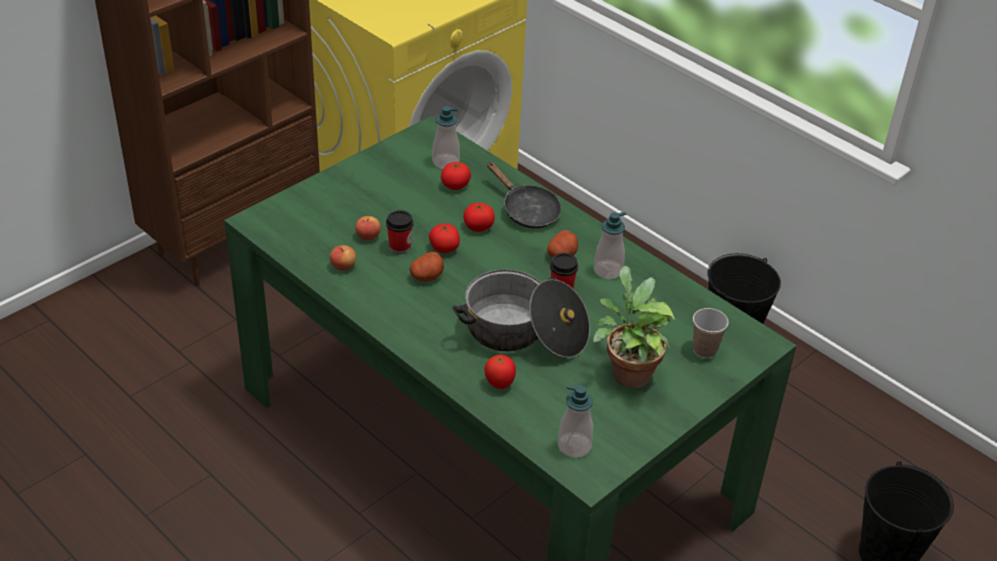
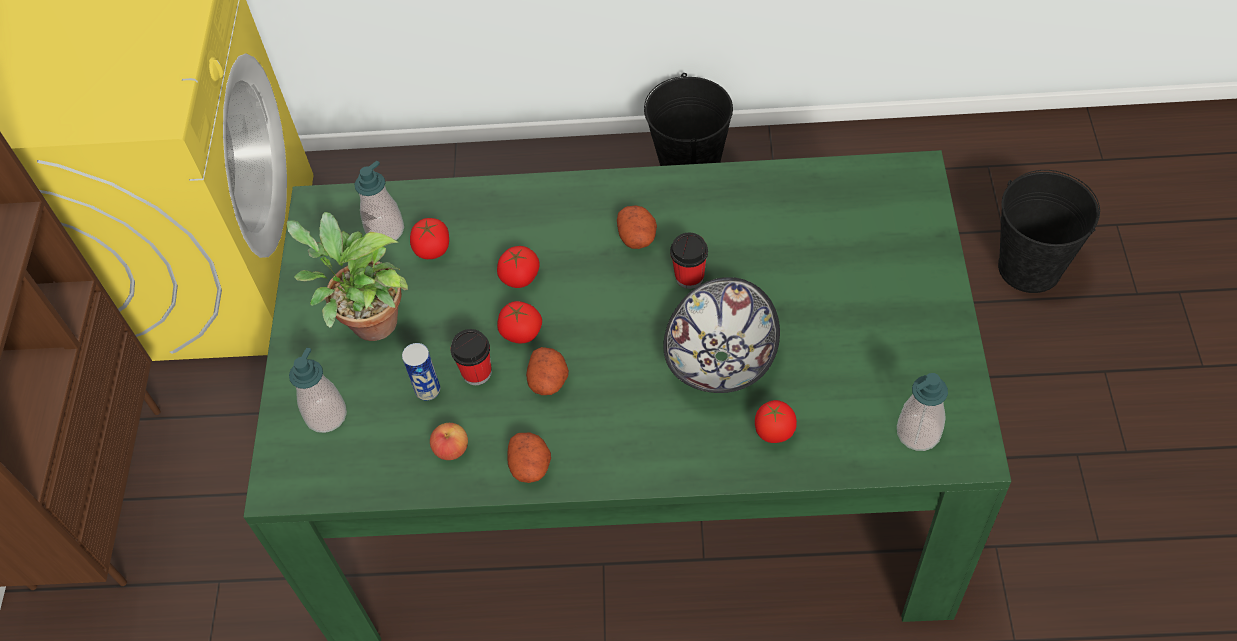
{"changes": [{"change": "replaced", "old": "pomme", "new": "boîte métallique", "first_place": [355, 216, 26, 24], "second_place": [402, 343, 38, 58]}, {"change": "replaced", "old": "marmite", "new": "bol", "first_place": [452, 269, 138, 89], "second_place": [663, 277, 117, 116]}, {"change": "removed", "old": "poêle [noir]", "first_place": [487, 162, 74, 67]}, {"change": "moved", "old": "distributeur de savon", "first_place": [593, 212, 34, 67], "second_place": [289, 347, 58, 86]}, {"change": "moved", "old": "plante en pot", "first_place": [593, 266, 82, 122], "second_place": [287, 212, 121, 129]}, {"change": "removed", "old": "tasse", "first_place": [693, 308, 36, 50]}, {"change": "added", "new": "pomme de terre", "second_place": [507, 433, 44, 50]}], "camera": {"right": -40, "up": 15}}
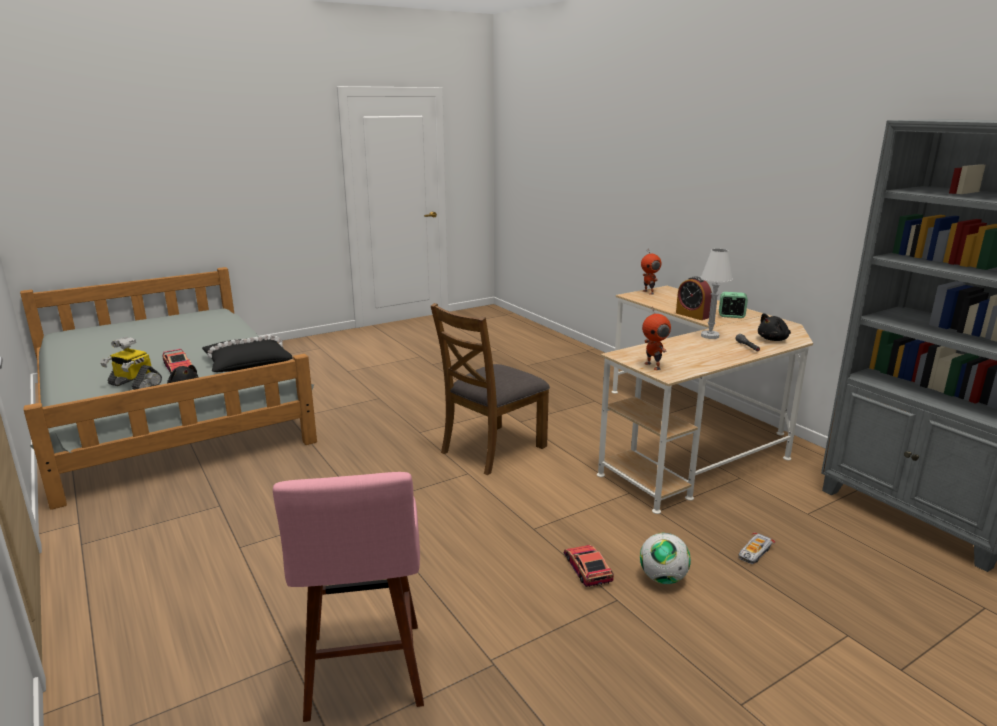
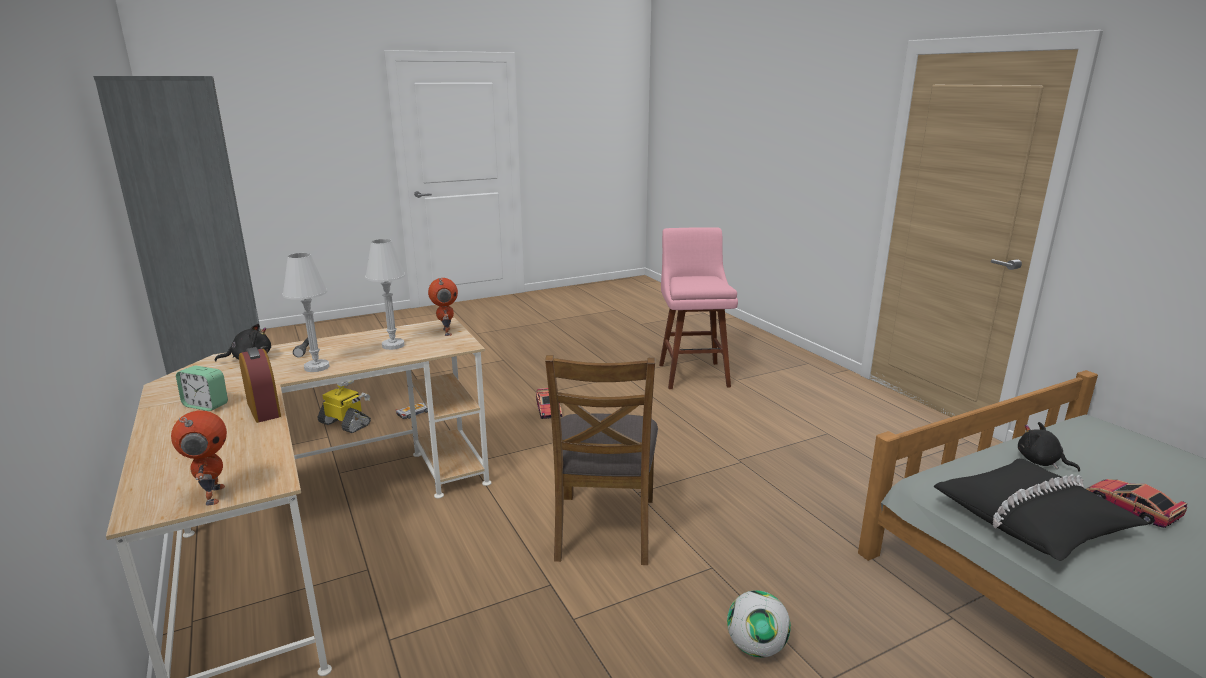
{"changes": [{"change": "moved", "old": "robot jouet", "first_place": [100, 337, 62, 53], "second_place": [318, 380, 53, 53]}, {"change": "turned", "old": "chaise [marron]", "first_place": [431, 303, 119, 172], "second_place": [545, 355, 113, 210], "degrees": 135}, {"change": "moved", "old": "ballon de foot", "first_place": [640, 533, 51, 51], "second_place": [727, 590, 64, 67]}, {"change": "added", "new": "lampe de table [blanc]", "second_place": [365, 239, 40, 111]}], "camera": {"right": -175, "up": 0}}
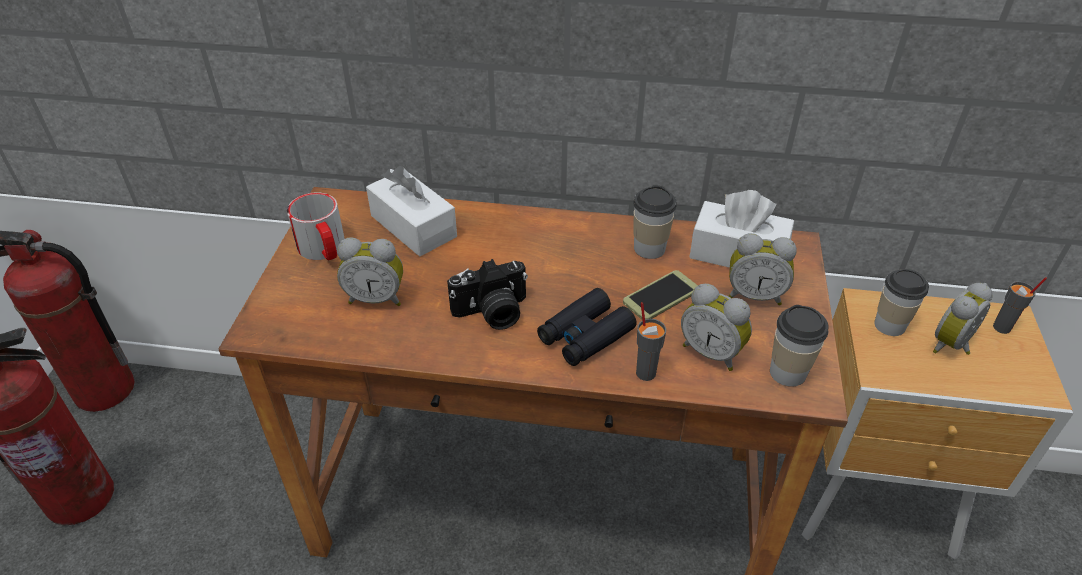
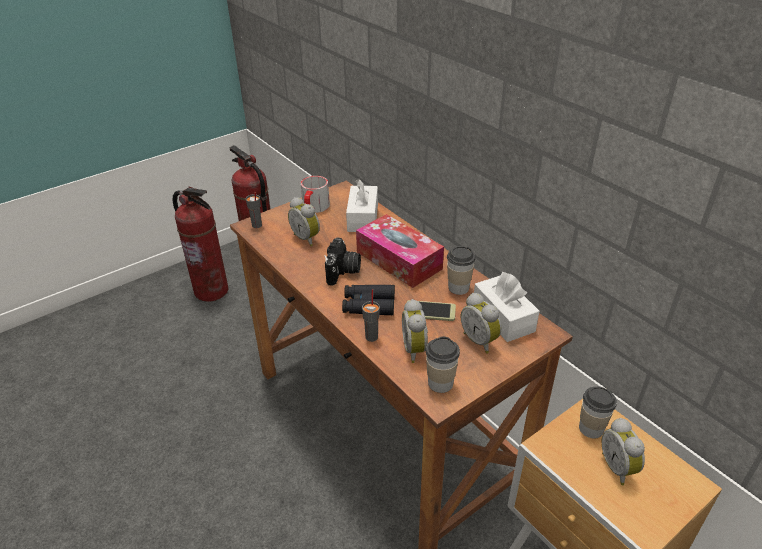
{"changes": [{"change": "turned", "old": "appareil photo", "first_place": [447, 259, 81, 71], "second_place": [324, 237, 37, 49], "degrees": -105}, {"change": "turned", "old": "réveil", "first_place": [933, 283, 60, 72], "second_place": [601, 418, 44, 67], "degrees": -105}, {"change": "moved", "old": "tasse [gris]", "first_place": [993, 277, 54, 57], "second_place": [246, 192, 16, 36]}, {"change": "added", "new": "boîte à mouchoirs", "second_place": [356, 214, 88, 74]}], "camera": {"right": 45, "up": -5}}
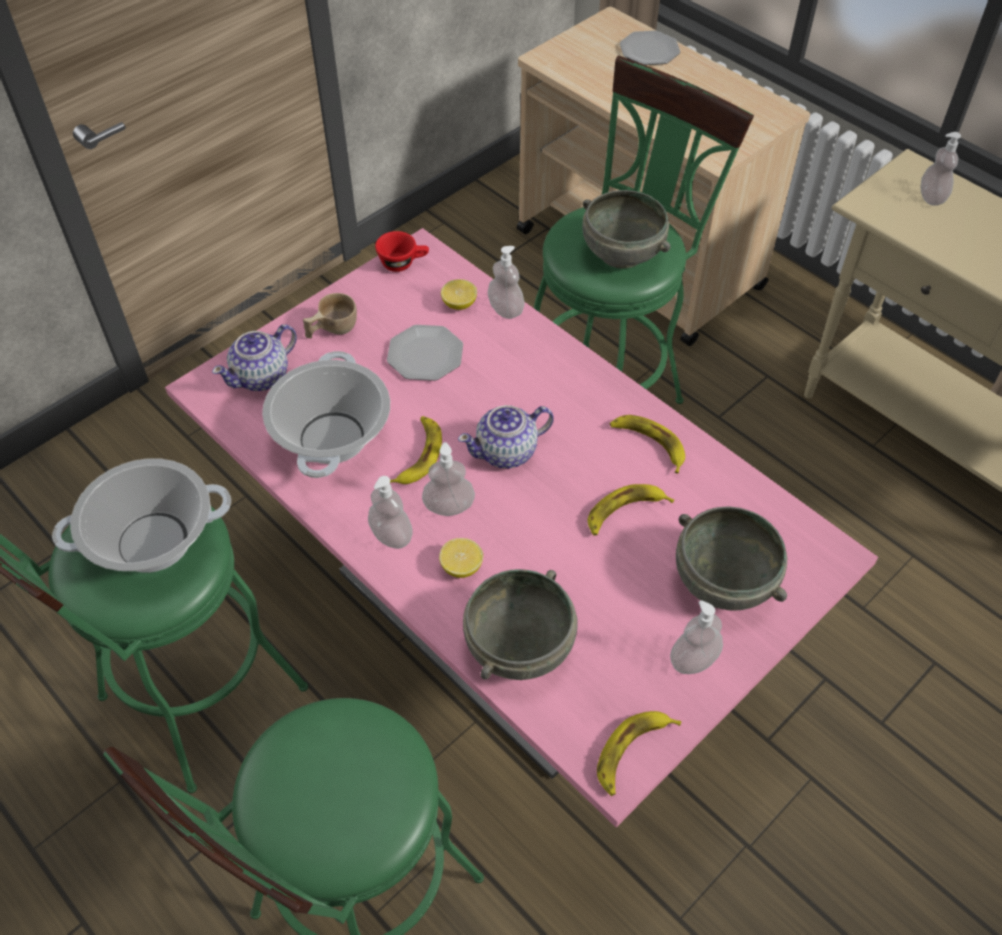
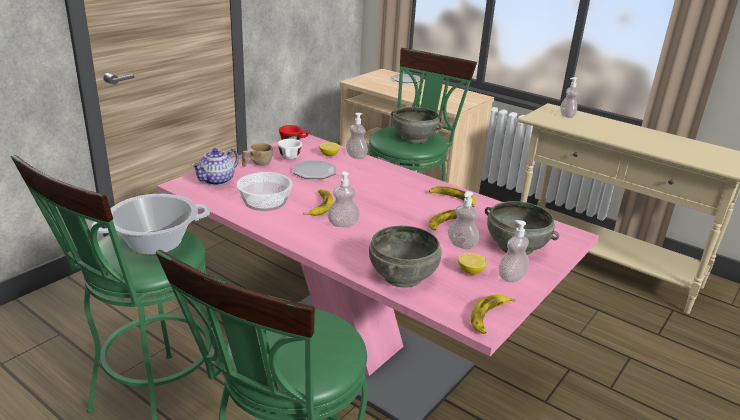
{"changes": [{"change": "replaced", "old": "marmite", "new": "bol", "first_place": [262, 351, 128, 127], "second_place": [237, 172, 56, 39]}, {"change": "moved", "old": "distributeur de savon", "first_place": [368, 476, 45, 73], "second_place": [448, 191, 31, 58]}, {"change": "moved", "old": "citron", "first_place": [439, 538, 44, 40], "second_place": [458, 253, 29, 22]}, {"change": "removed", "old": "théière", "first_place": [458, 405, 96, 63]}, {"change": "added", "new": "tasse [blanc]", "second_place": [278, 139, 24, 21]}], "camera": {"right": -10, "up": -25}}
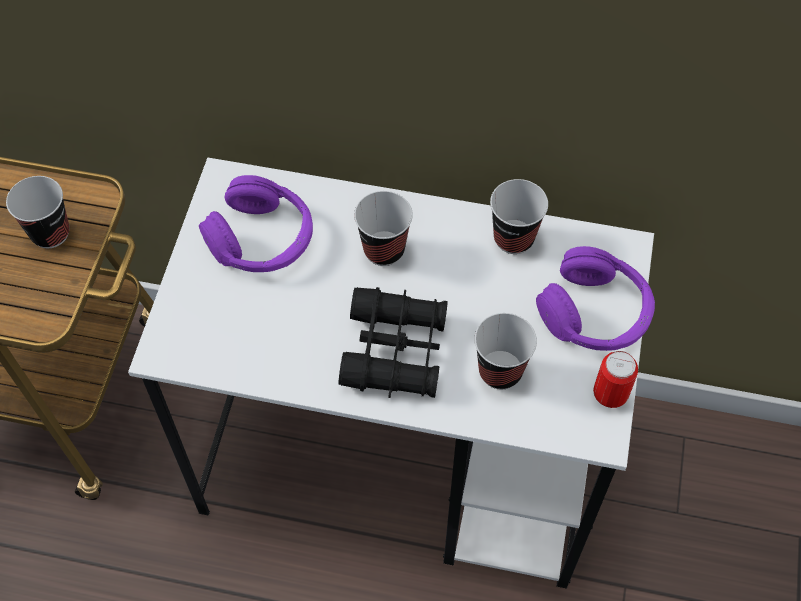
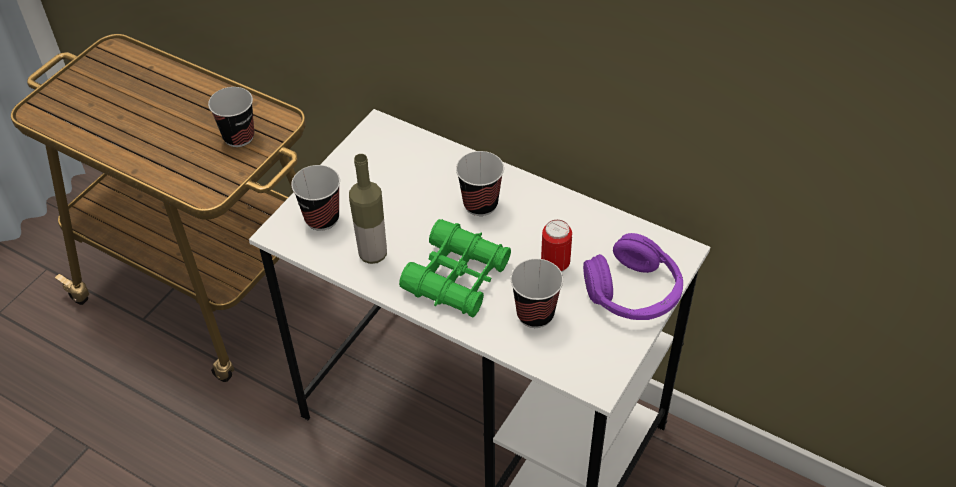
{"changes": [{"change": "removed", "old": "casque audio [violet]", "first_place": [199, 175, 114, 97]}, {"change": "recoloured", "old": "jumelles [noir]", "new": "jumelles [vert]", "first_place": [338, 287, 110, 111], "second_place": [399, 219, 112, 98]}, {"change": "moved", "old": "tasse", "first_place": [490, 179, 58, 75], "second_place": [291, 165, 49, 66]}, {"change": "moved", "old": "boîte métallique", "first_place": [593, 351, 45, 57], "second_place": [541, 220, 31, 52]}, {"change": "added", "new": "bouteille", "second_place": [349, 154, 38, 110]}], "camera": {"right": 20, "up": -10}}
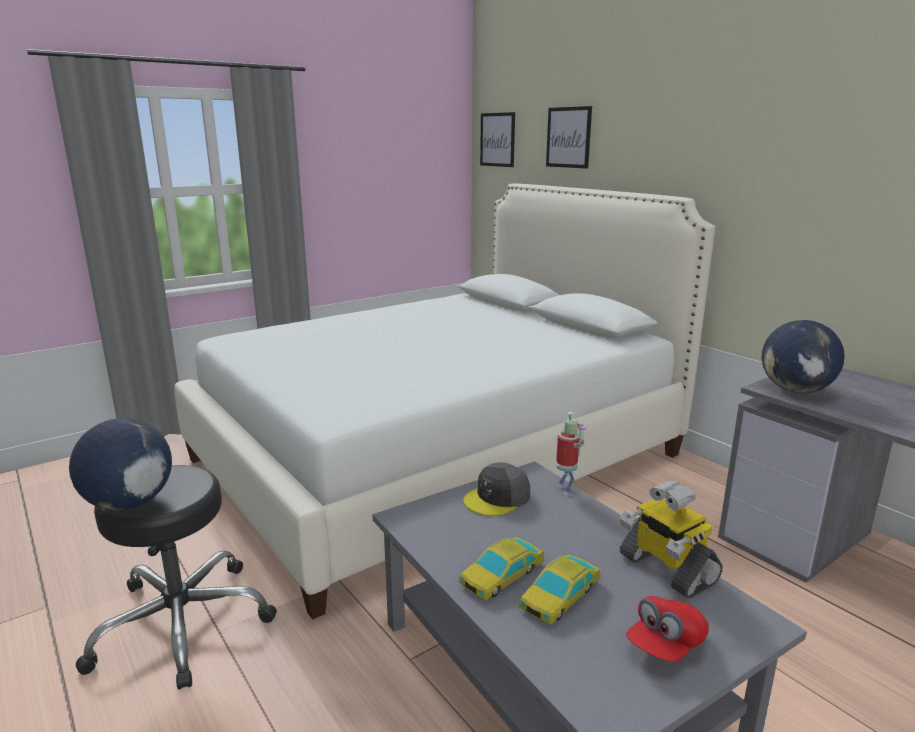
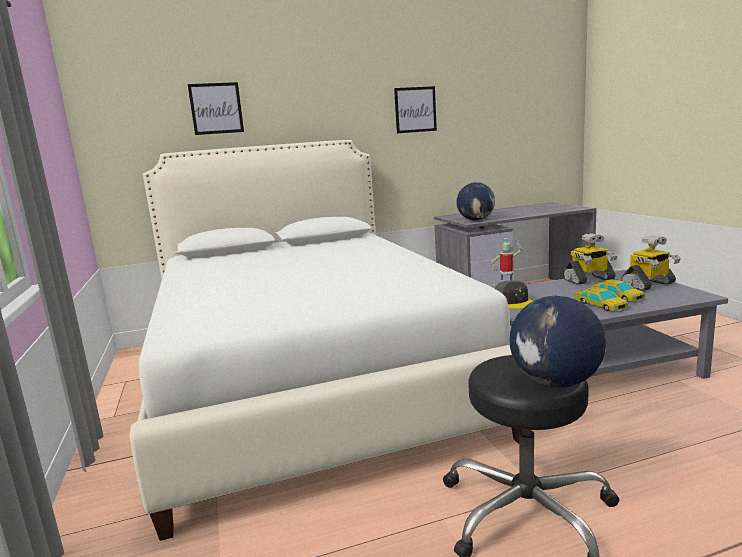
{"changes": [{"change": "moved", "old": "tableau", "first_place": [480, 112, 35, 55], "second_place": [394, 86, 43, 47]}, {"change": "replaced", "old": "casquette [rouge]", "new": "robot jouet", "first_place": [626, 596, 83, 66], "second_place": [621, 235, 60, 56]}], "camera": {"right": -70, "up": -5}}
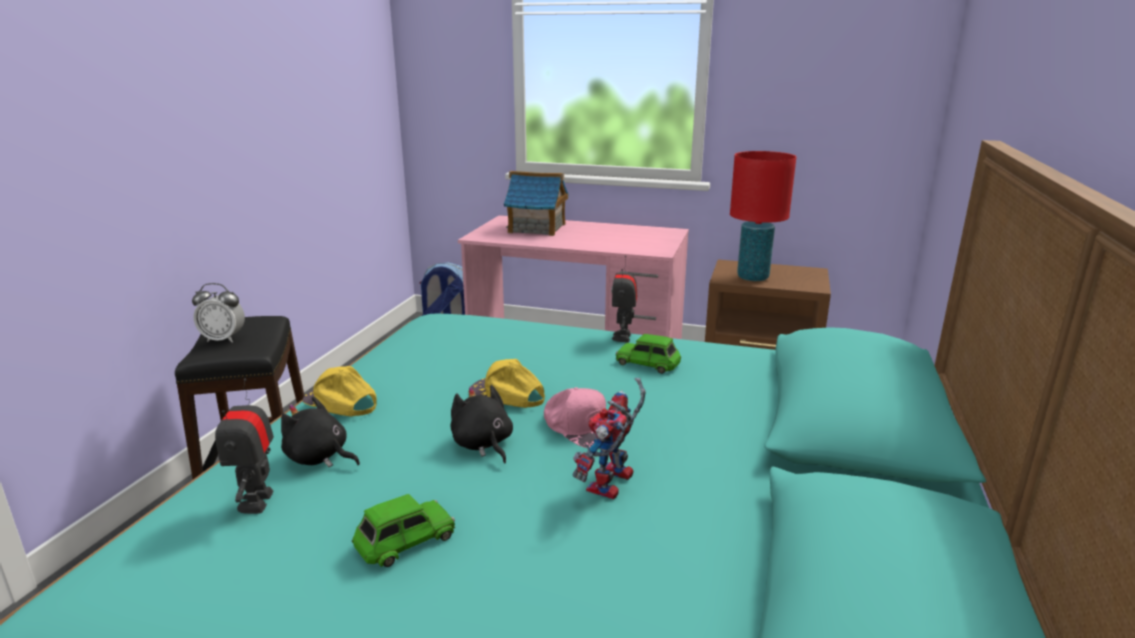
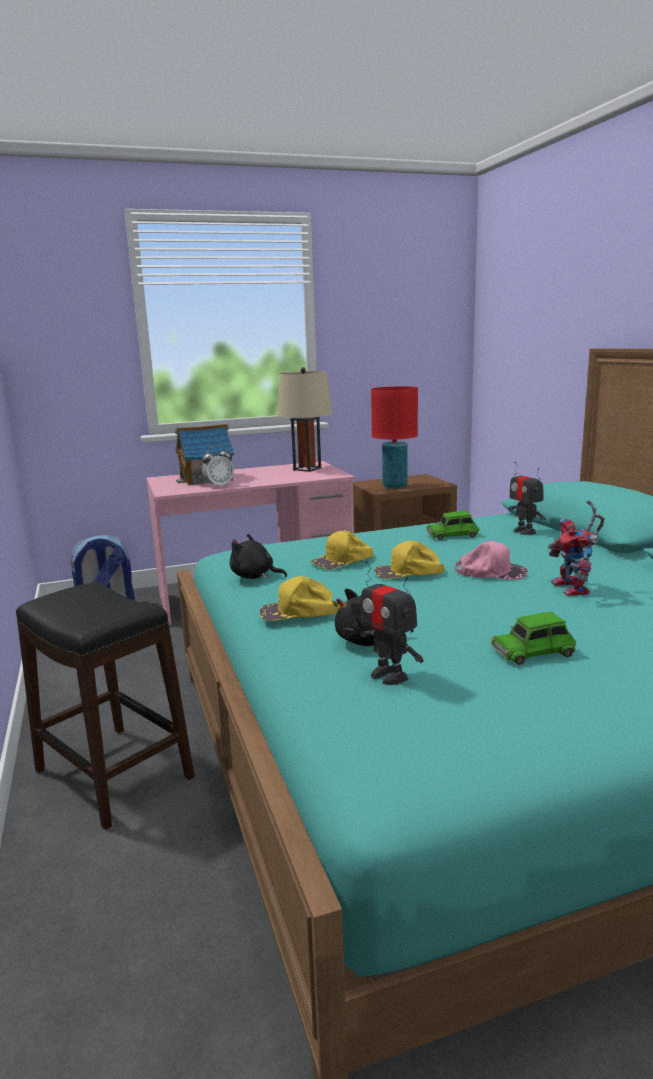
{"changes": [{"change": "moved", "old": "réveil", "first_place": [192, 283, 53, 59], "second_place": [202, 446, 32, 42]}, {"change": "turned", "old": "petite voiture [vert]", "first_place": [352, 494, 103, 73], "second_place": [491, 612, 85, 53], "degrees": -120}, {"change": "moved", "old": "peluche [noir]", "first_place": [451, 385, 62, 78], "second_place": [230, 534, 57, 45]}, {"change": "moved", "old": "robot jouet", "first_place": [611, 256, 26, 86], "second_place": [508, 462, 38, 73]}, {"change": "added", "new": "lampe de table [beige]", "second_place": [278, 367, 54, 105]}, {"change": "added", "new": "casquette [jaune]", "second_place": [311, 530, 63, 39]}], "camera": {"right": -35, "up": -5}}
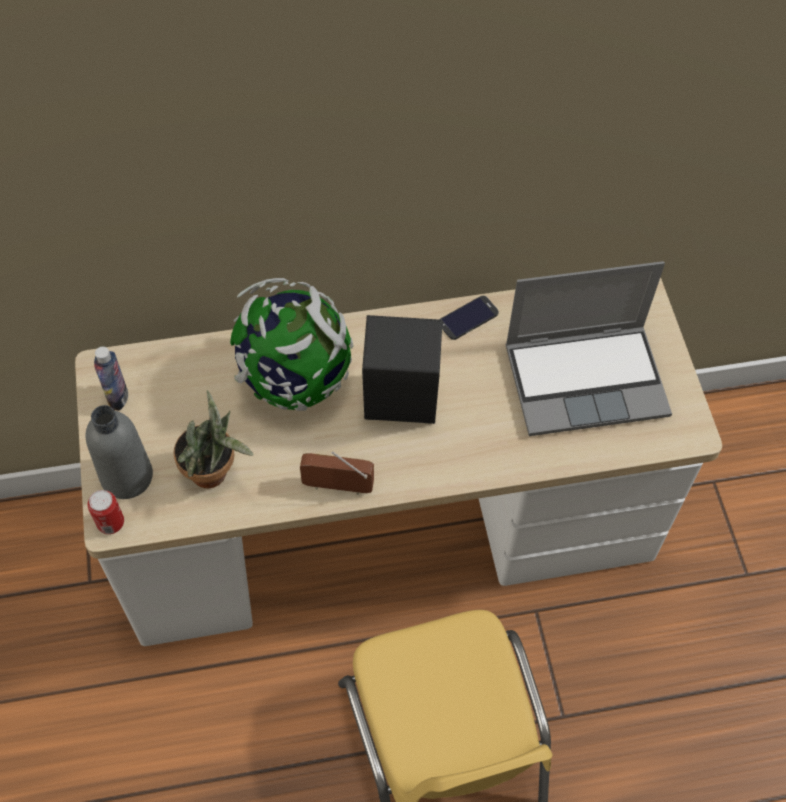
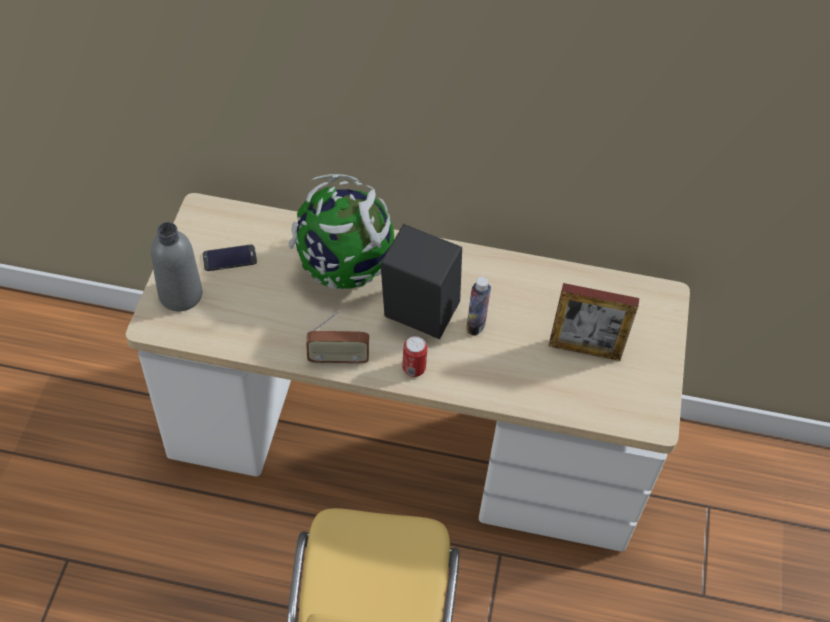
{"changes": [{"change": "moved", "old": "boîte métallique", "first_place": [87, 490, 37, 44], "second_place": [402, 336, 26, 41]}, {"change": "moved", "old": "bouteille", "first_place": [94, 347, 34, 63], "second_place": [466, 277, 25, 59]}, {"change": "removed", "old": "plante en pot", "first_place": [174, 390, 80, 98]}, {"change": "turned", "old": "radio", "first_place": [300, 451, 74, 44], "second_place": [306, 310, 63, 56], "degrees": 150}, {"change": "moved", "old": "téléphone", "first_place": [439, 296, 60, 44], "second_place": [202, 245, 55, 26]}, {"change": "replaced", "old": "ordinateur portable", "new": "cadre photo", "first_place": [505, 261, 167, 175], "second_place": [549, 283, 90, 78]}], "camera": {"right": 20, "up": -5}}
